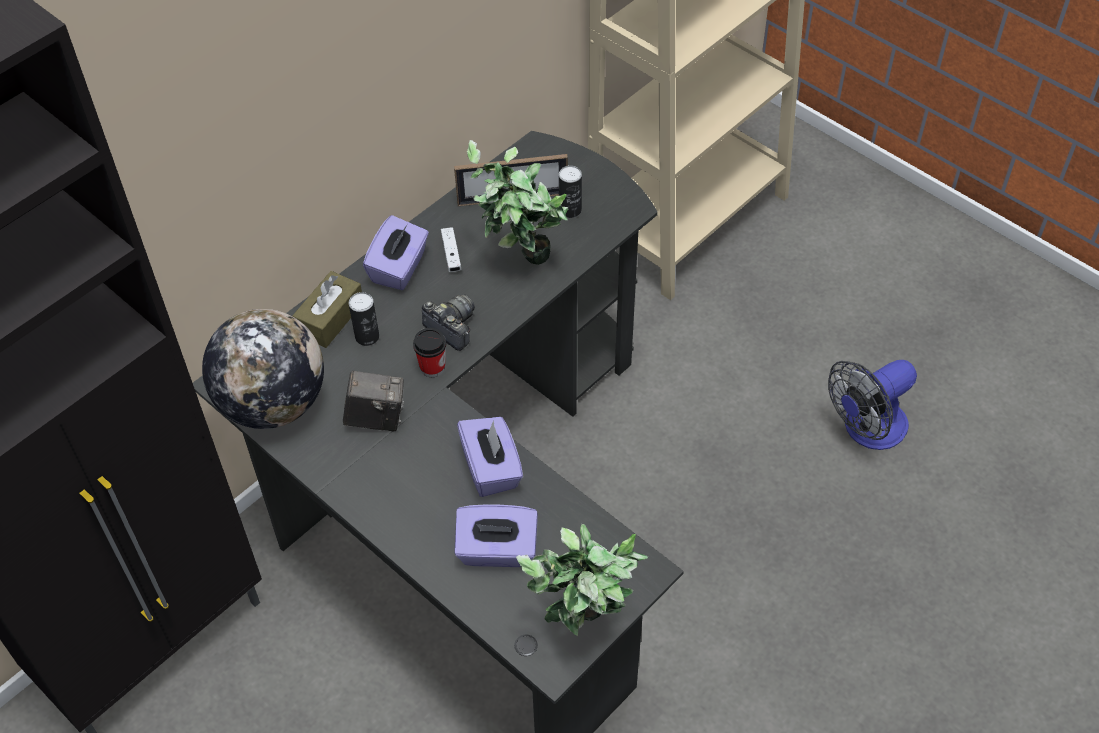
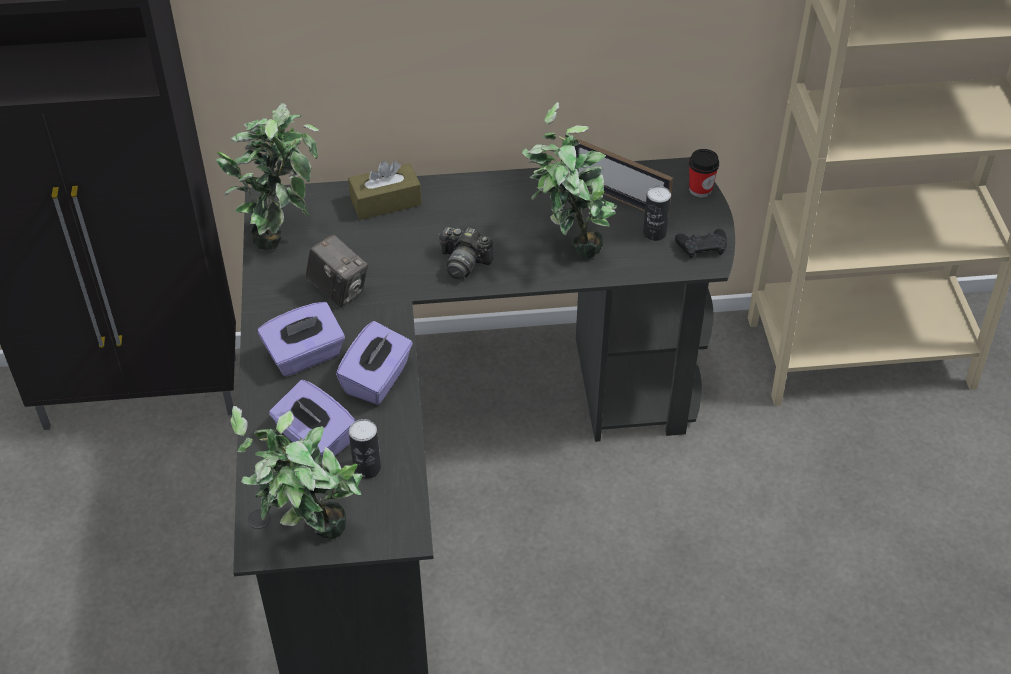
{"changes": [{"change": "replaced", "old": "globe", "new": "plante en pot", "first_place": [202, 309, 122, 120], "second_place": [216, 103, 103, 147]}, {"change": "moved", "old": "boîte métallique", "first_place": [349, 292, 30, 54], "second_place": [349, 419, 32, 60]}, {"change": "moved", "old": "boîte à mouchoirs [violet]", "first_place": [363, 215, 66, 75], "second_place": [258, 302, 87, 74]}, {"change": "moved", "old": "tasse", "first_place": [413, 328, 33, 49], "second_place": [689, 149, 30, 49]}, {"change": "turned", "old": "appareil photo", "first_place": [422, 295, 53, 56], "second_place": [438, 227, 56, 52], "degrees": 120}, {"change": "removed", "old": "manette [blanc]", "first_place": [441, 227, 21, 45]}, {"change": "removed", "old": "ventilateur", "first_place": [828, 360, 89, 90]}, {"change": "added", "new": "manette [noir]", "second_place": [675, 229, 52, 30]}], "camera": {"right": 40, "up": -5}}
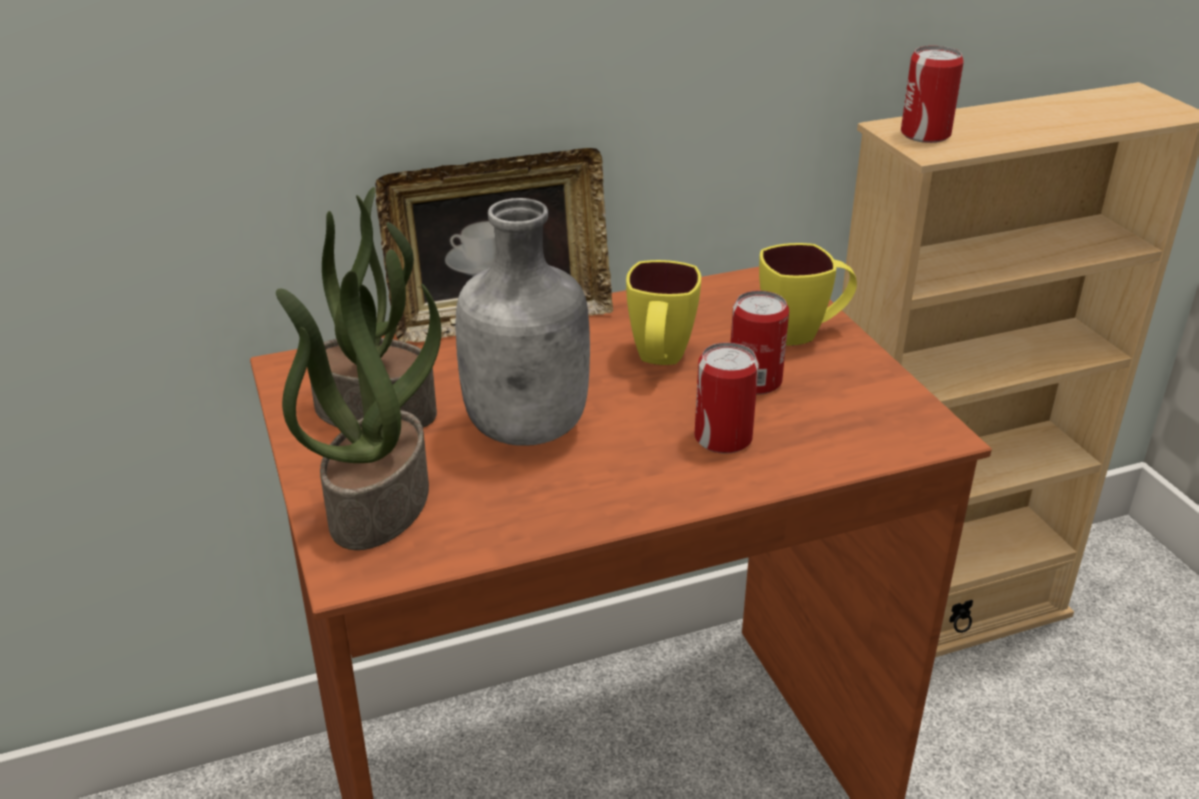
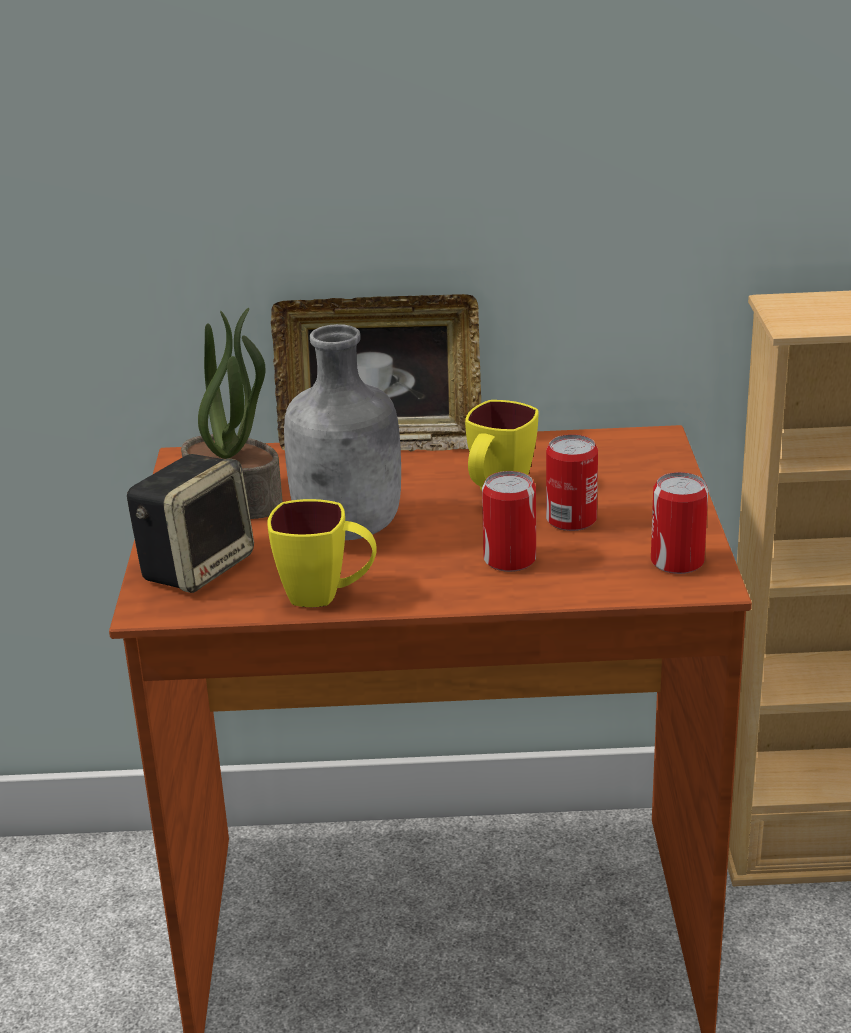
{"changes": [{"change": "replaced", "old": "plante en pot", "new": "enceinte", "first_place": [276, 271, 165, 279], "second_place": [127, 454, 127, 139]}, {"change": "moved", "old": "mug [jaune]", "first_place": [759, 243, 98, 103], "second_place": [267, 499, 110, 108]}, {"change": "moved", "old": "boîte métallique", "first_place": [901, 46, 63, 97], "second_place": [651, 472, 57, 102]}], "camera": {"right": 20, "up": -5}}
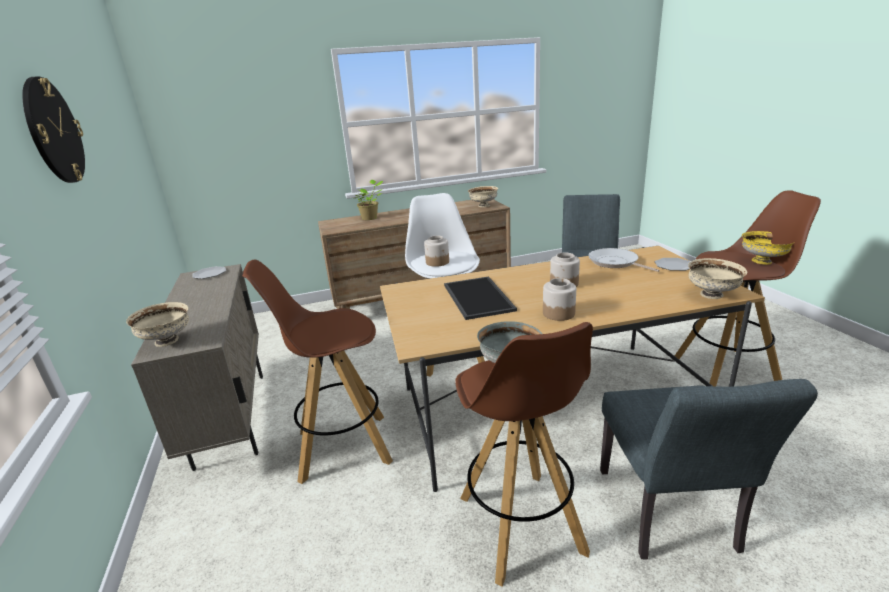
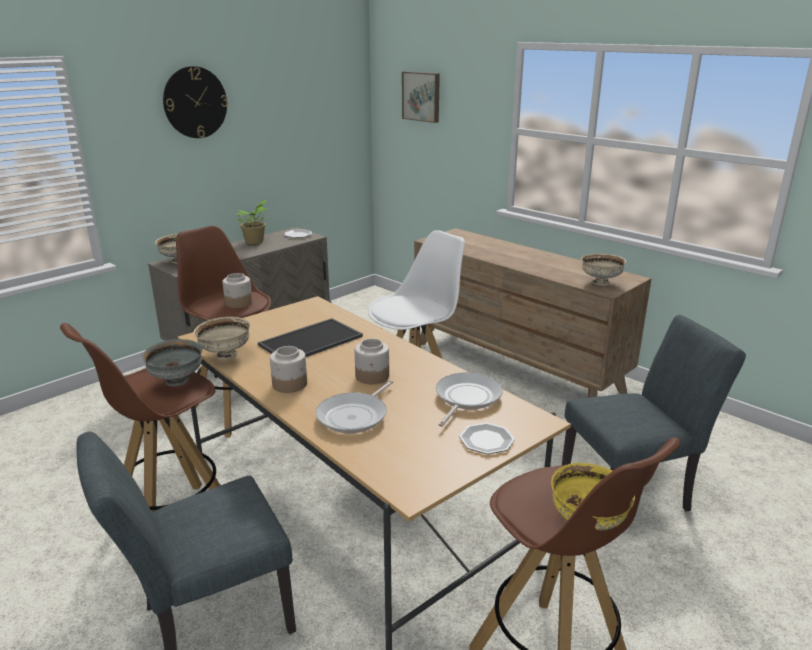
{"changes": [{"change": "moved", "old": "plante en pot", "first_place": [356, 180, 27, 40], "second_place": [237, 200, 31, 44]}, {"change": "moved", "old": "bocal", "first_place": [424, 236, 25, 31], "second_place": [222, 273, 30, 35]}, {"change": "moved", "old": "bol [beige]", "first_place": [688, 258, 59, 41], "second_place": [194, 317, 57, 43]}, {"change": "added", "new": "poêle", "second_place": [316, 380, 77, 54]}, {"change": "added", "new": "tableau", "second_place": [402, 71, 38, 52]}], "camera": {"right": 60, "up": 0}}
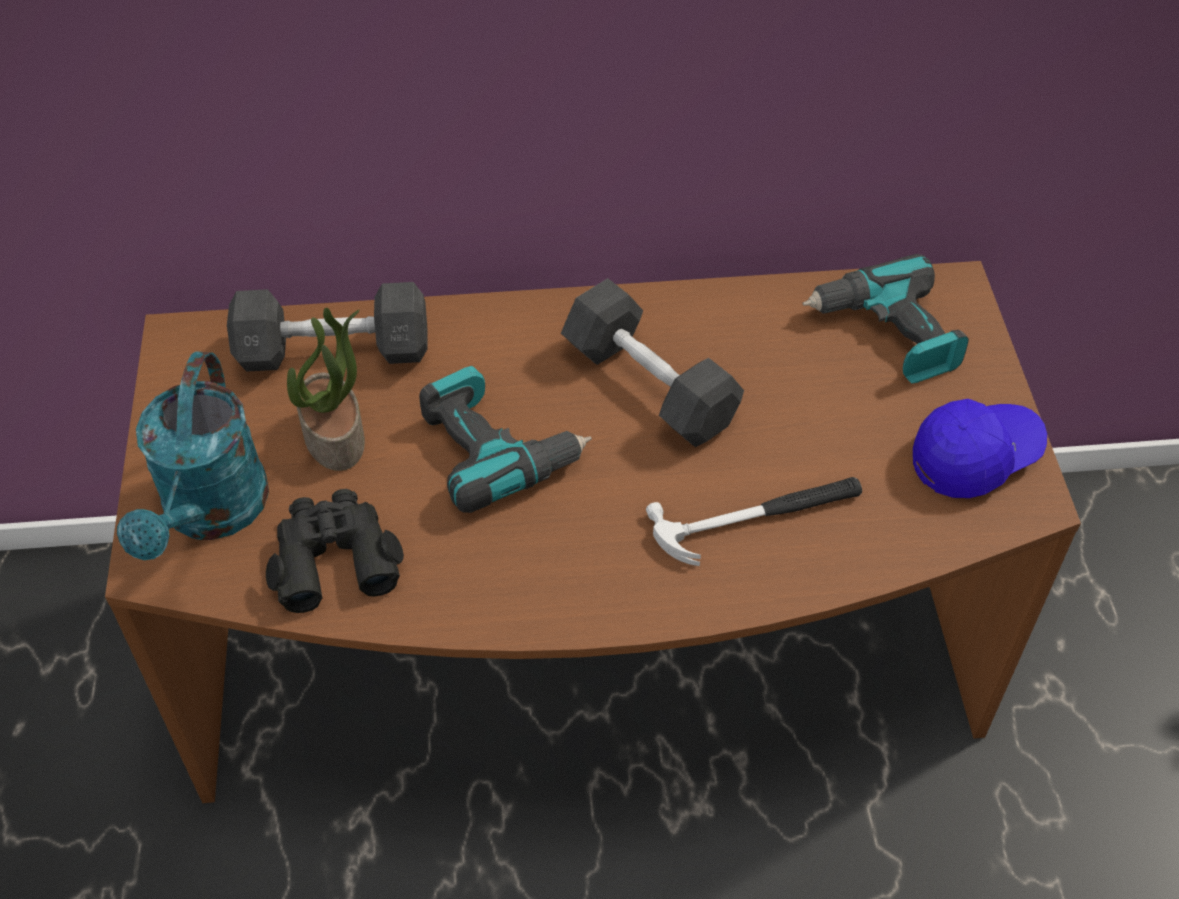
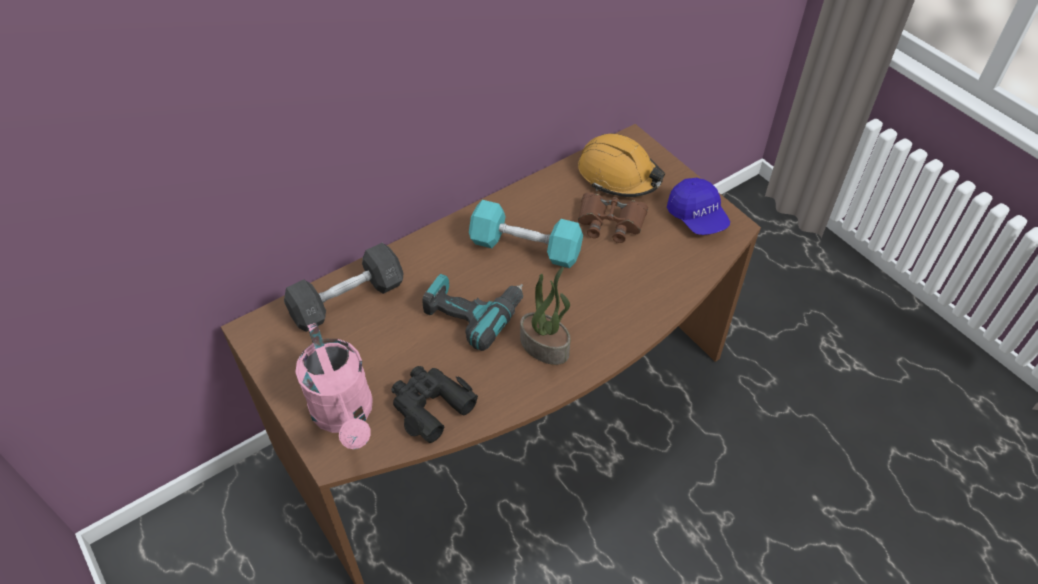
{"changes": [{"change": "recoloured", "old": "arrosoir [turquoise]", "new": "arrosoir [rose]", "first_place": [117, 351, 152, 209], "second_place": [295, 323, 78, 126]}, {"change": "moved", "old": "plante en pot", "first_place": [287, 308, 78, 163], "second_place": [520, 267, 51, 98]}, {"change": "recoloured", "old": "haltère [gris]", "new": "haltère [turquoise]", "first_place": [561, 278, 183, 169], "second_place": [469, 200, 114, 68]}, {"change": "removed", "old": "marteau", "first_place": [646, 477, 216, 89]}, {"change": "replaced", "old": "perceuse", "new": "casque de chantier [orange]", "first_place": [802, 254, 167, 130], "second_place": [578, 133, 87, 64]}, {"change": "turned", "old": "casquette [bleu]", "first_place": [913, 399, 134, 99], "second_place": [667, 178, 63, 57], "degrees": 120}, {"change": "added", "new": "jumelles [marron]", "second_place": [578, 193, 70, 50]}], "camera": {"right": -30, "up": 0}}
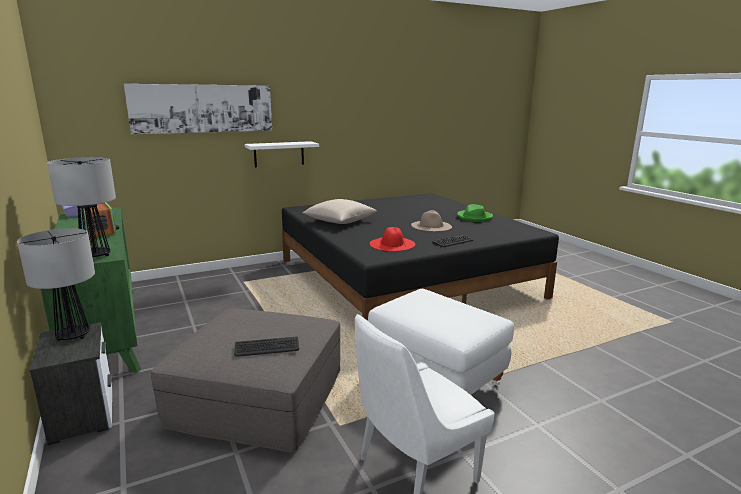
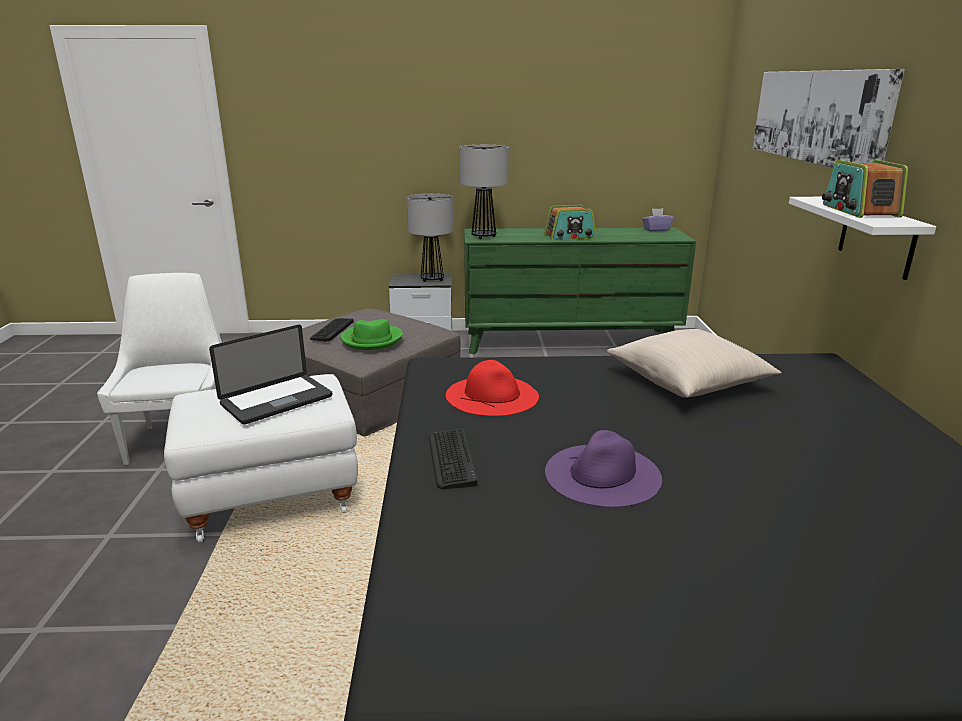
{"changes": [{"change": "recoloured", "old": "chapeau [beige]", "new": "chapeau [violet]", "first_place": [411, 210, 41, 21], "second_place": [545, 430, 117, 77]}, {"change": "moved", "old": "chapeau [vert]", "first_place": [457, 204, 36, 18], "second_place": [340, 319, 63, 31]}, {"change": "added", "new": "ordinateur portable", "second_place": [209, 325, 123, 100]}, {"change": "added", "new": "radio", "second_place": [822, 160, 86, 58]}], "camera": {"right": 115, "up": 5}}
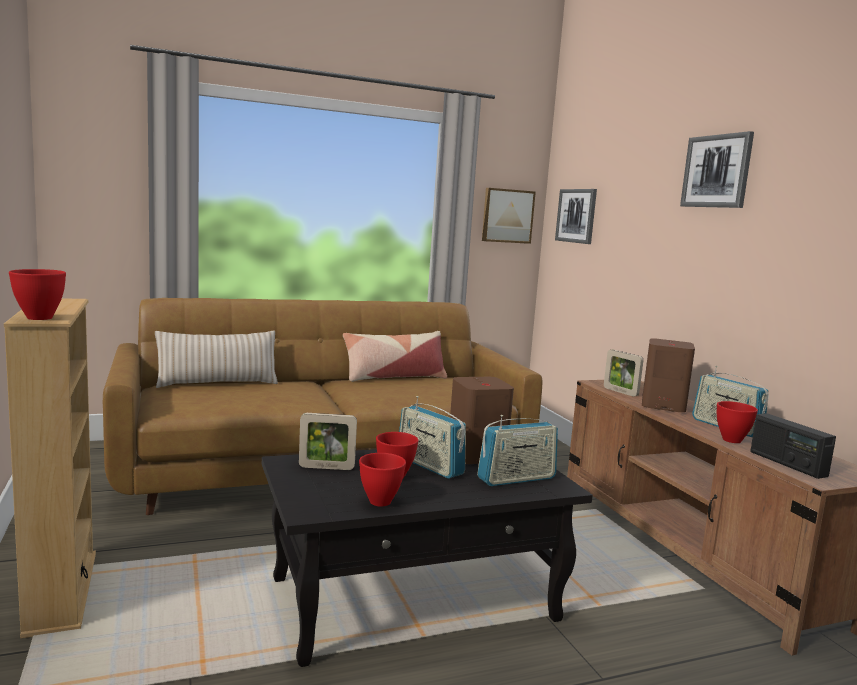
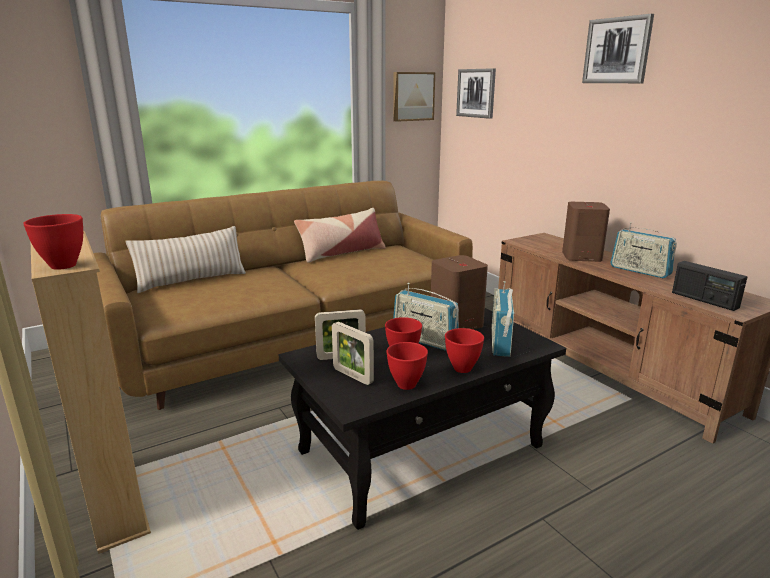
{"changes": [{"change": "turned", "old": "radio", "first_place": [477, 415, 81, 71], "second_place": [492, 281, 22, 76], "degrees": 135}, {"change": "moved", "old": "cadre photo", "first_place": [604, 350, 39, 47], "second_place": [332, 322, 42, 63]}, {"change": "moved", "old": "bol [rouge]", "first_place": [717, 401, 41, 42], "second_place": [445, 328, 39, 45]}], "camera": {"right": -10, "up": 10}}
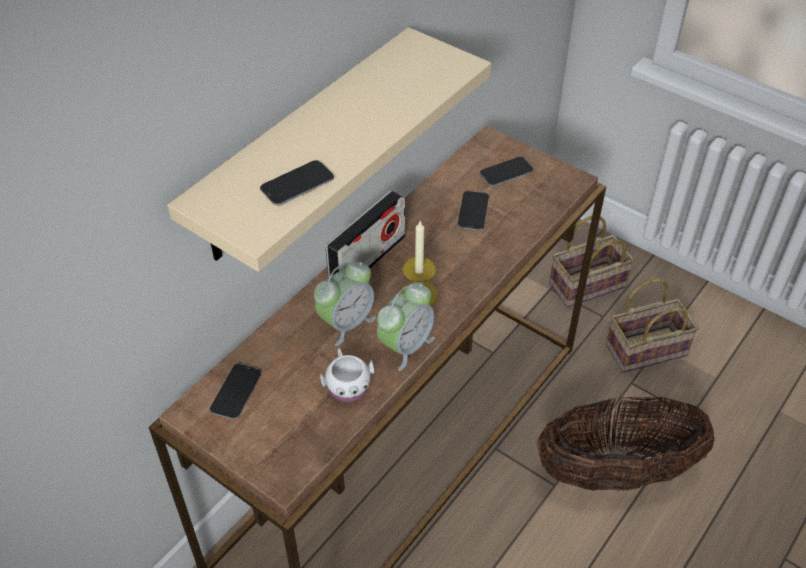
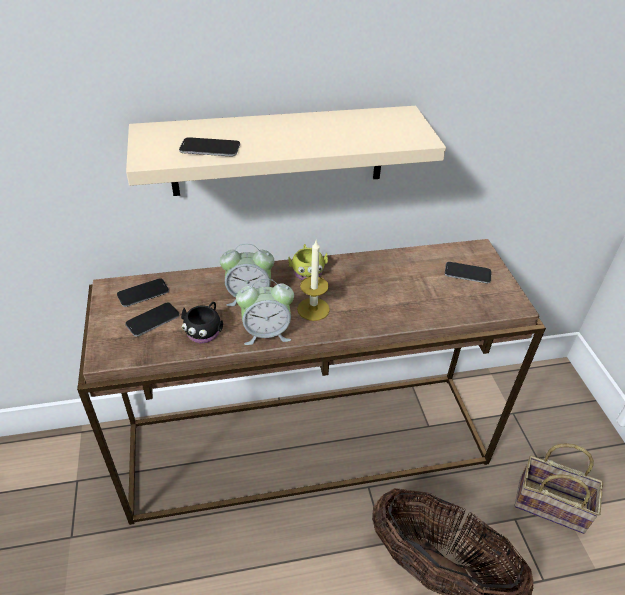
{"changes": [{"change": "recoloured", "old": "mug [blanc]", "new": "mug [noir]", "first_place": [320, 348, 54, 54], "second_place": [181, 302, 42, 41]}, {"change": "replaced", "old": "radio", "new": "mug [jaune]", "first_place": [326, 190, 79, 88], "second_place": [288, 244, 40, 36]}, {"change": "moved", "old": "téléphone", "first_place": [458, 191, 31, 40], "second_place": [125, 302, 55, 35]}, {"change": "removed", "old": "panier", "first_place": [549, 216, 85, 91]}], "camera": {"right": 40, "up": -5}}
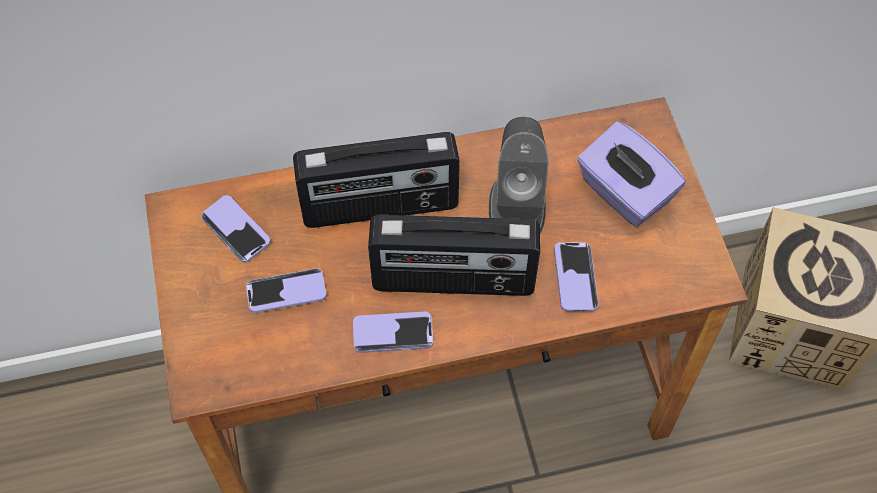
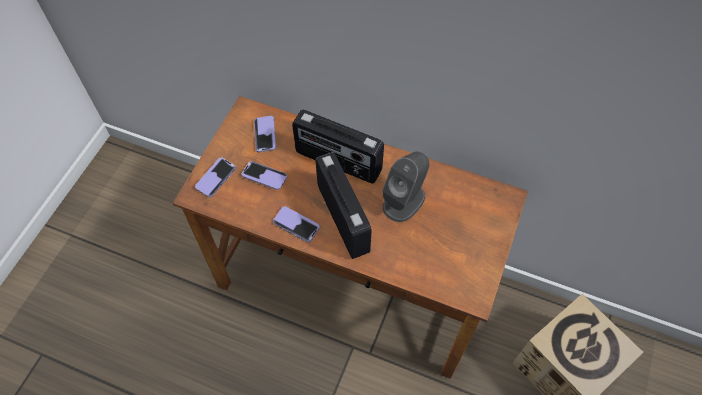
{"changes": [{"change": "turned", "old": "radio", "first_place": [368, 215, 172, 81], "second_place": [315, 152, 57, 107], "degrees": -150}, {"change": "moved", "old": "téléphone", "first_place": [554, 242, 45, 69], "second_place": [195, 157, 41, 40]}, {"change": "removed", "old": "boîte à mouchoirs [violet]", "first_place": [577, 121, 109, 106]}], "camera": {"right": 35, "up": 0}}
